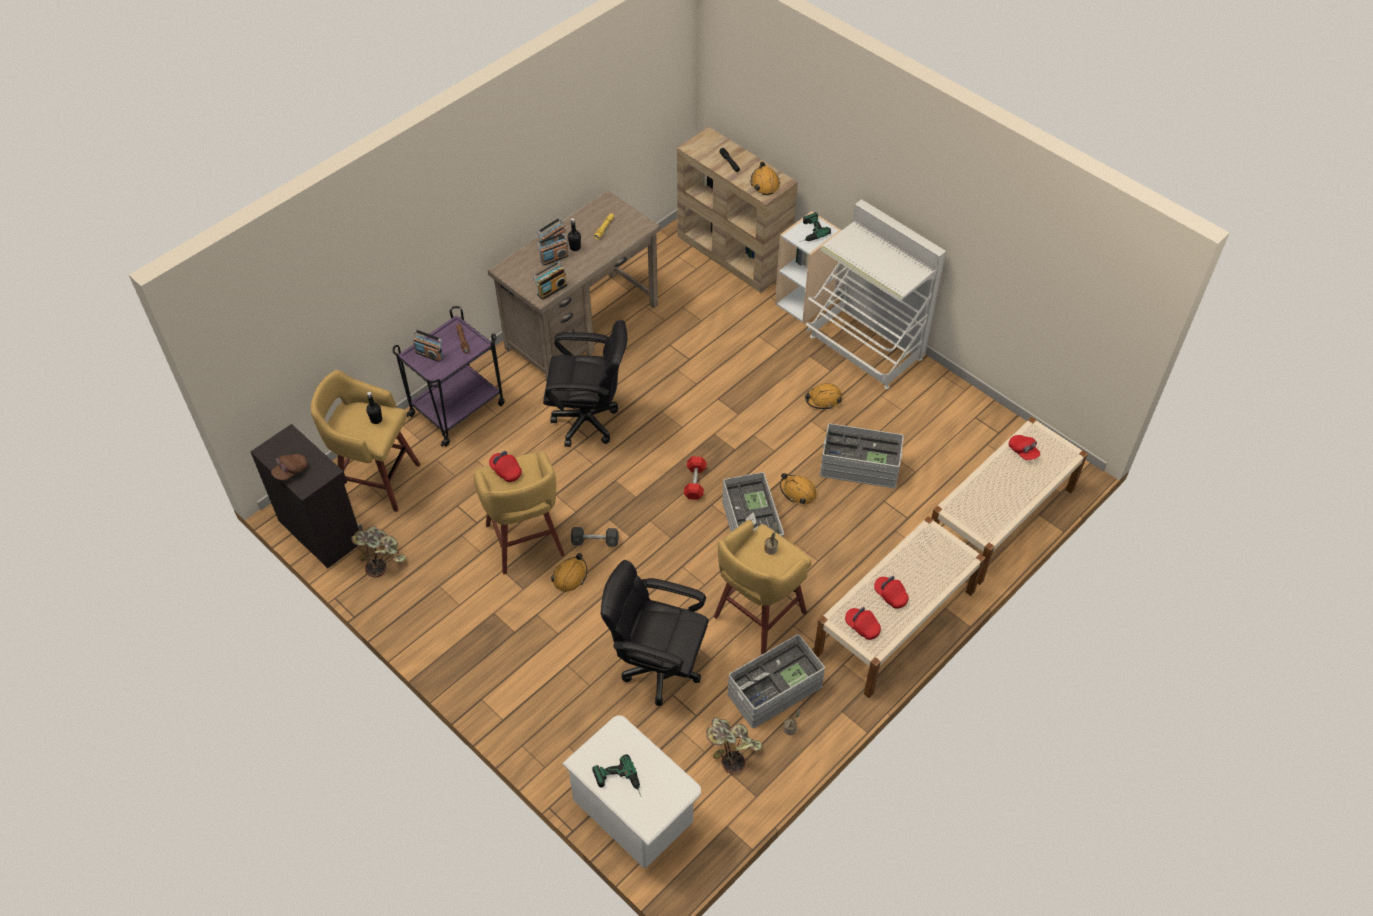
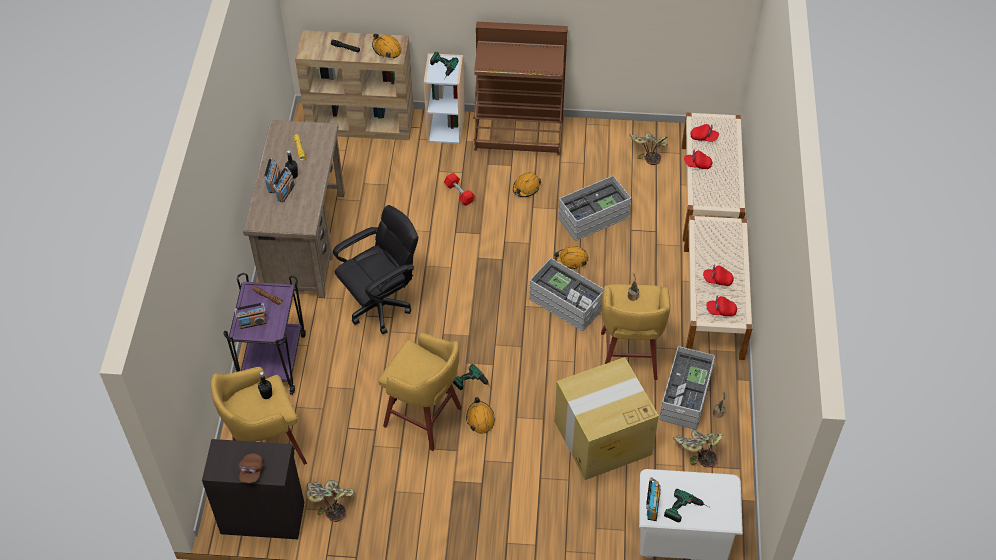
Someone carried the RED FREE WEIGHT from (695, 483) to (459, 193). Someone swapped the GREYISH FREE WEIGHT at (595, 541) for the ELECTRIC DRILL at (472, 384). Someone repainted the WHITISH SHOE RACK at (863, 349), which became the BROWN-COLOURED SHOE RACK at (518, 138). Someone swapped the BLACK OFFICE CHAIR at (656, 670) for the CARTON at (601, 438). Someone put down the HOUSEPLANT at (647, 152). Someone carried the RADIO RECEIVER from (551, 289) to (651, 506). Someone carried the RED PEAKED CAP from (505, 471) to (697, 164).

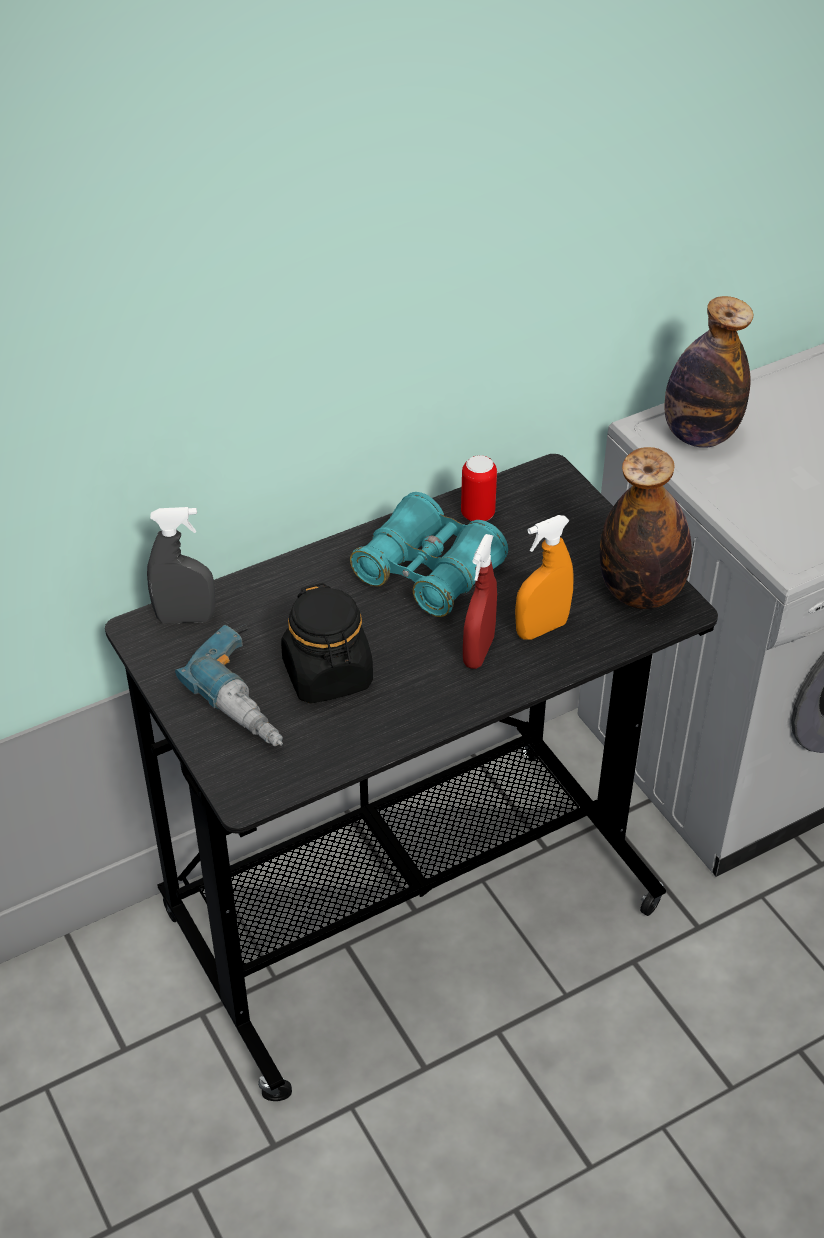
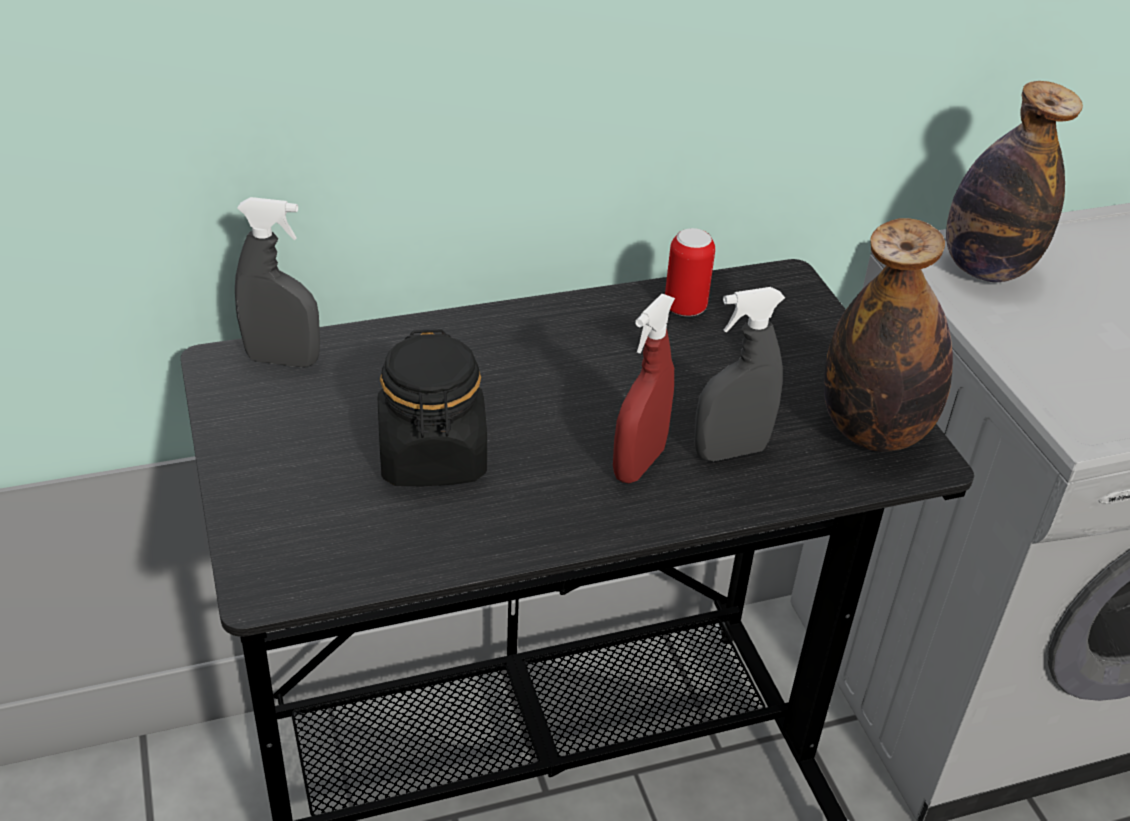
Someone repainted the ORANGEY SPRAYER at (541, 629), which became the GREYISH SPRAYER at (730, 451). Someone took away the ELECTRIC DRILL at (253, 696). Someone took away the TURQUOISE-COLOURED PAIR OF BINOCULARS at (428, 572).

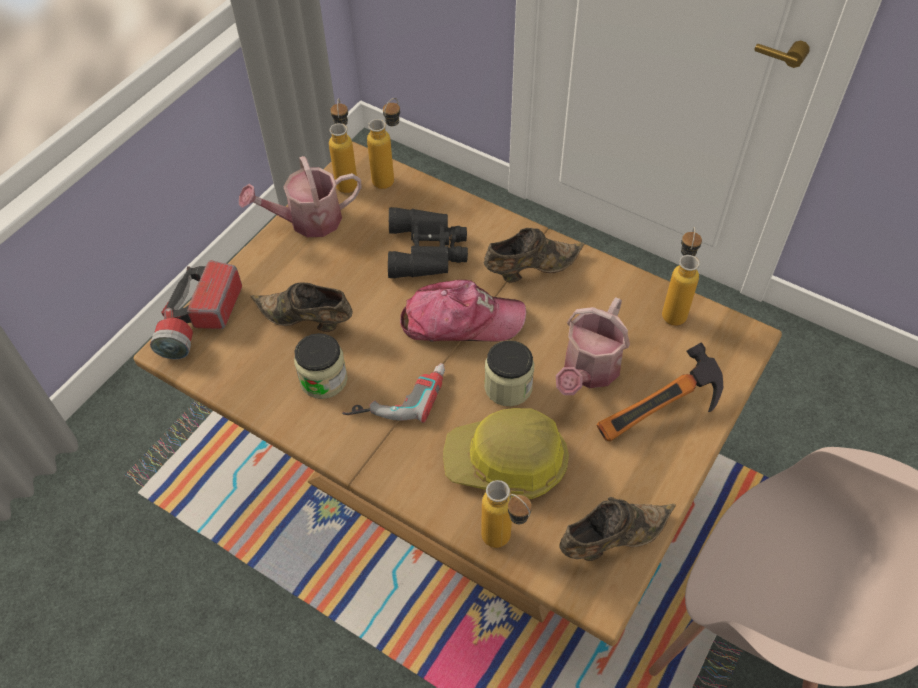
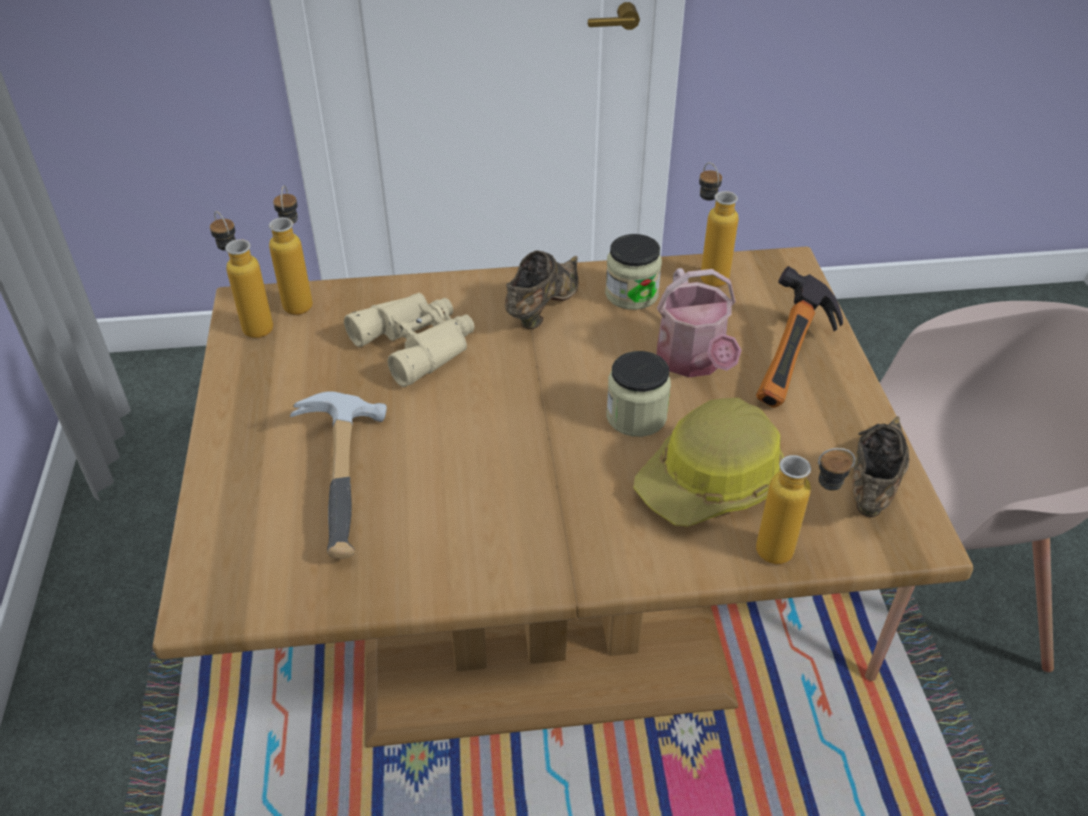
Someone swapped the BROWN-COLOURED SHOE at (307, 321) for the HAMMER at (352, 478). Someone repainted the BLACK PAIR OF BINOCULARS at (428, 250), which became the SAND-COLOURED PAIR OF BINOCULARS at (418, 342). Someone carried the STORAGE JAR from (323, 379) to (631, 294). Someone took away the TORCH at (200, 320). Someone took away the WATERING CAN at (307, 221). Someone took away the ELECTRIC DRILL at (397, 394). Someone took away the PEAKED CAP at (461, 321).

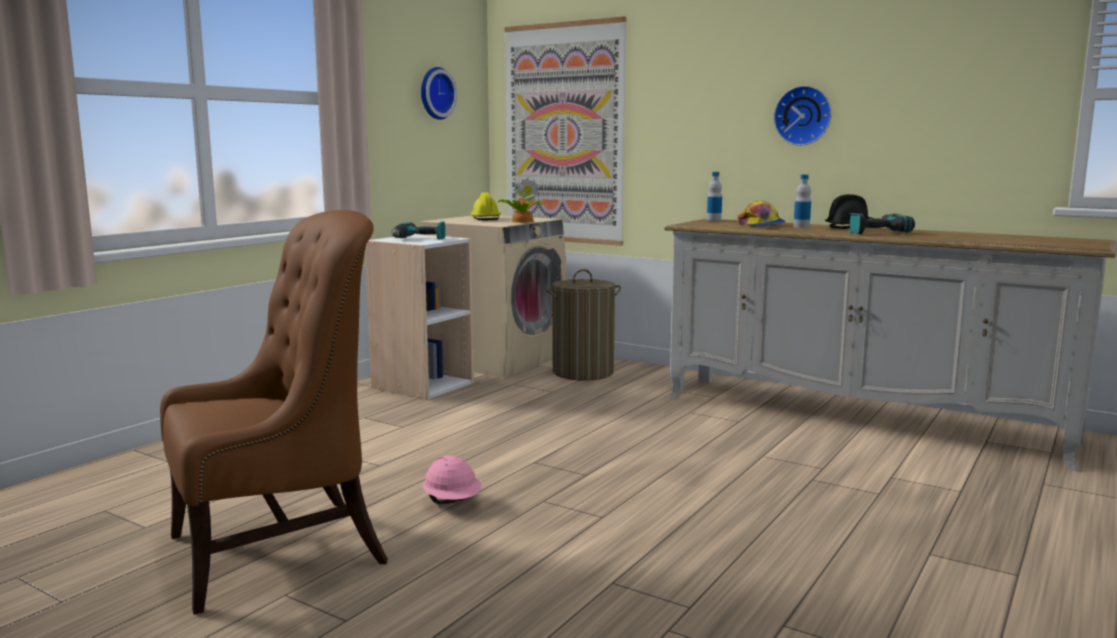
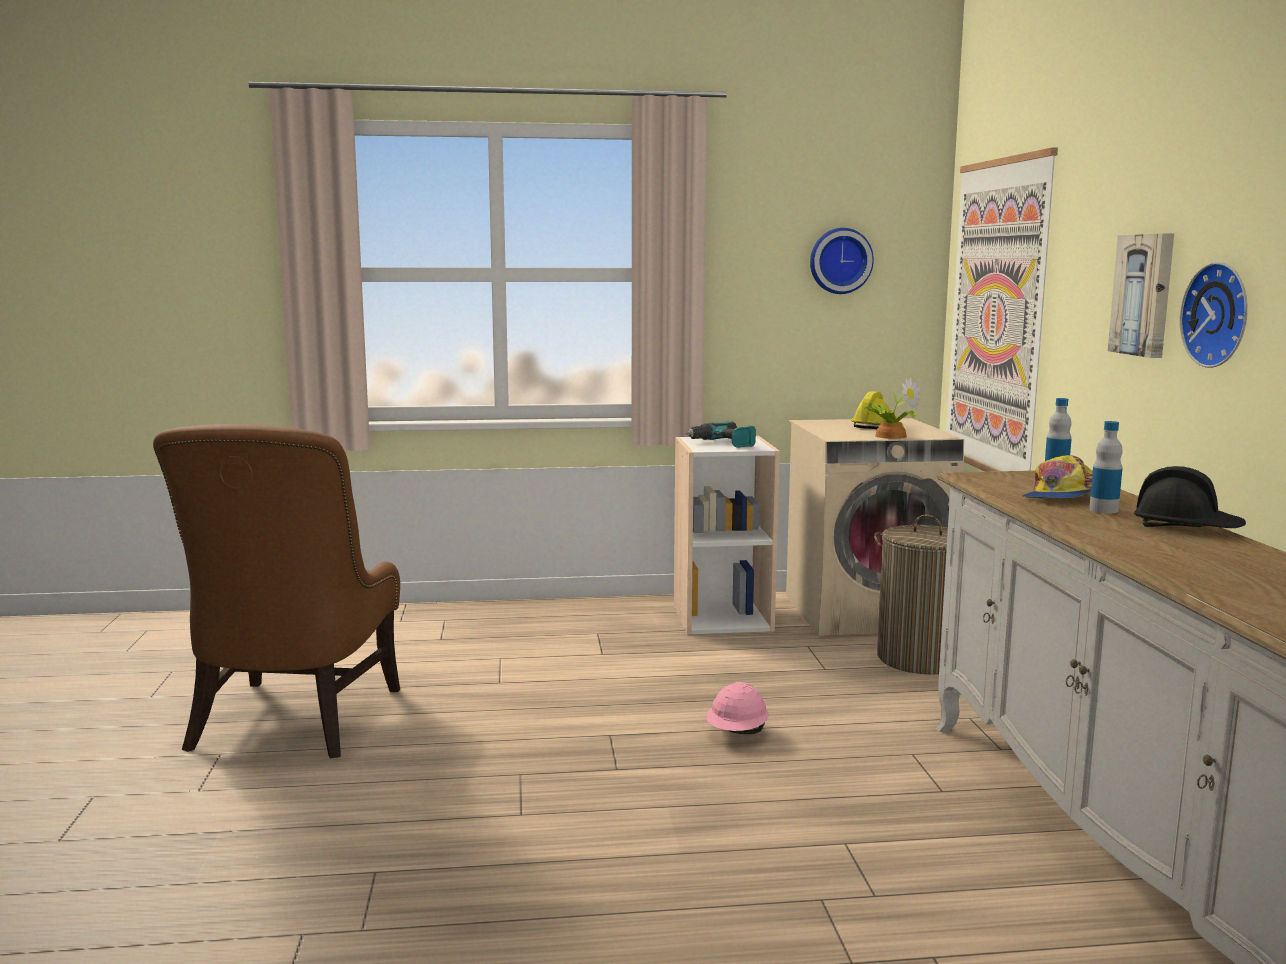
Someone rotated the BROWN-COLOURED CHAIR at (281, 549) by 75 degrees clockwise. Someone carried the PINK-COLOURED WORK HELMET from (453, 503) to (737, 733). Someone put up the WALL ART at (1144, 295). Someone took away the ELECTRIC DRILL at (876, 232).

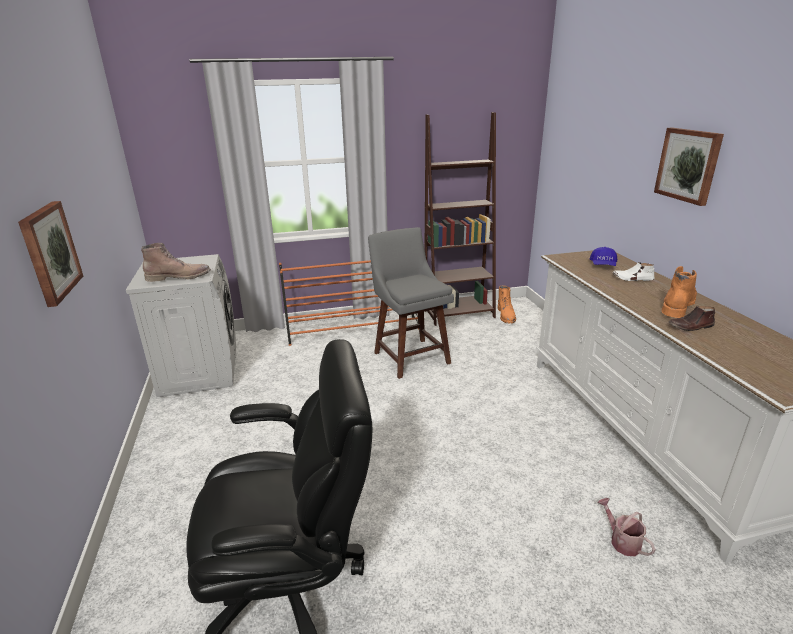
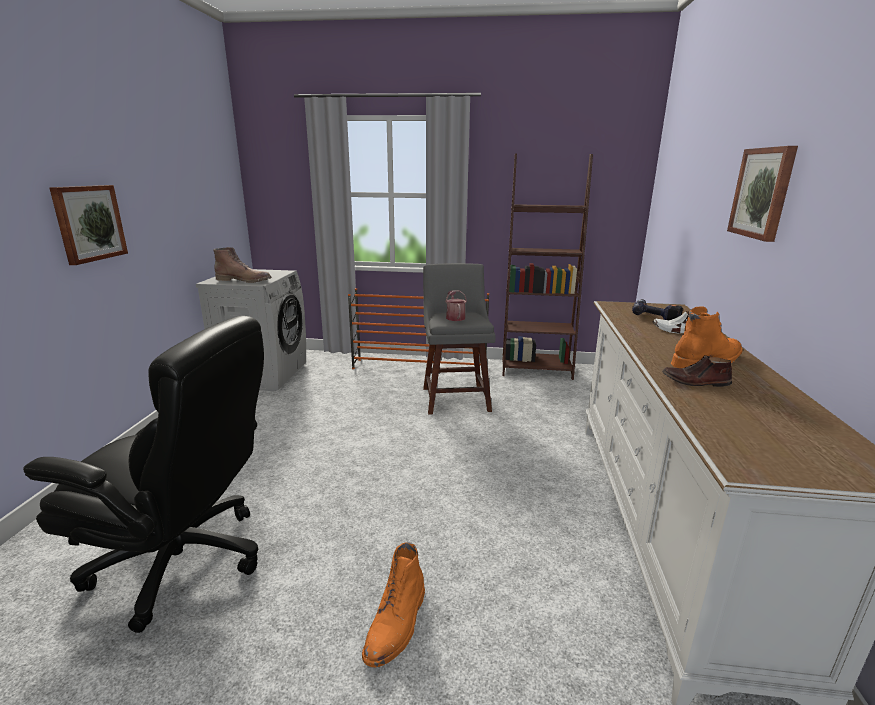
Someone carried the ORANGEY HIGH-TOP BOOT from (506, 316) to (397, 624). Someone carried the WATERING CAN from (621, 541) to (455, 317). Someone swapped the BLUE-COLOURED PEAKED CAP at (603, 265) for the ELECTRIC DRILL at (656, 316).

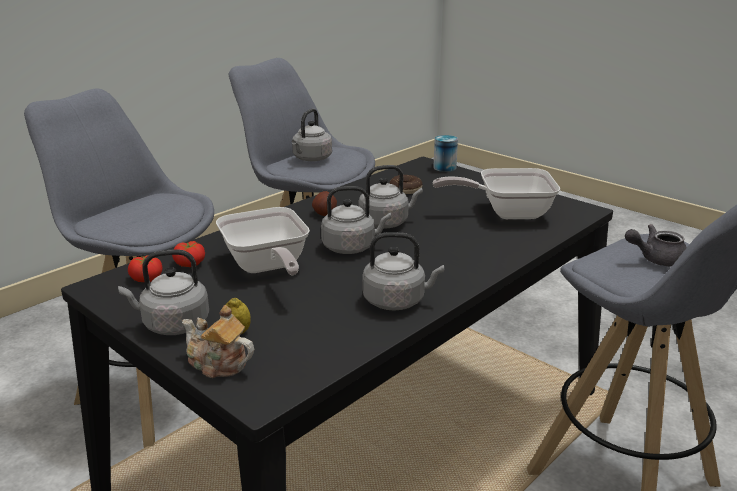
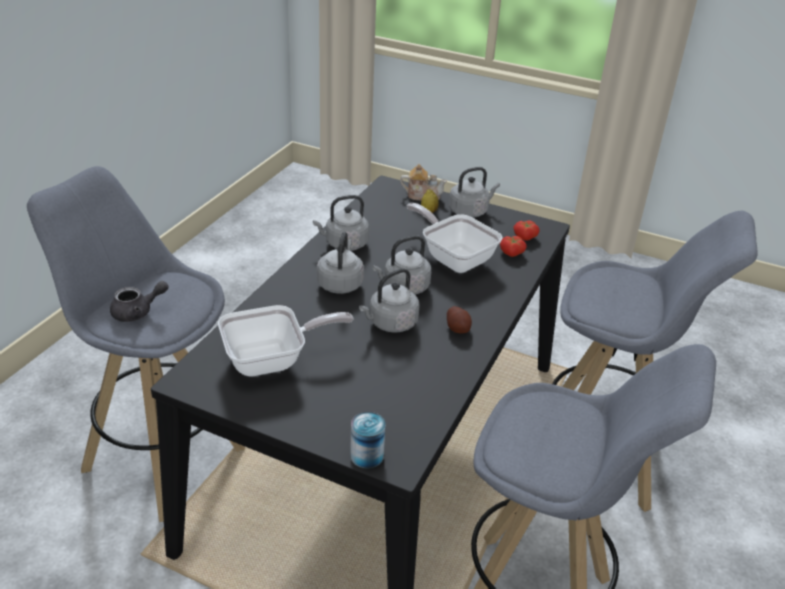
Someone carried the GREYISH TEA KETTLE from (311, 159) to (340, 283). Someone took away the DONUT at (405, 190).

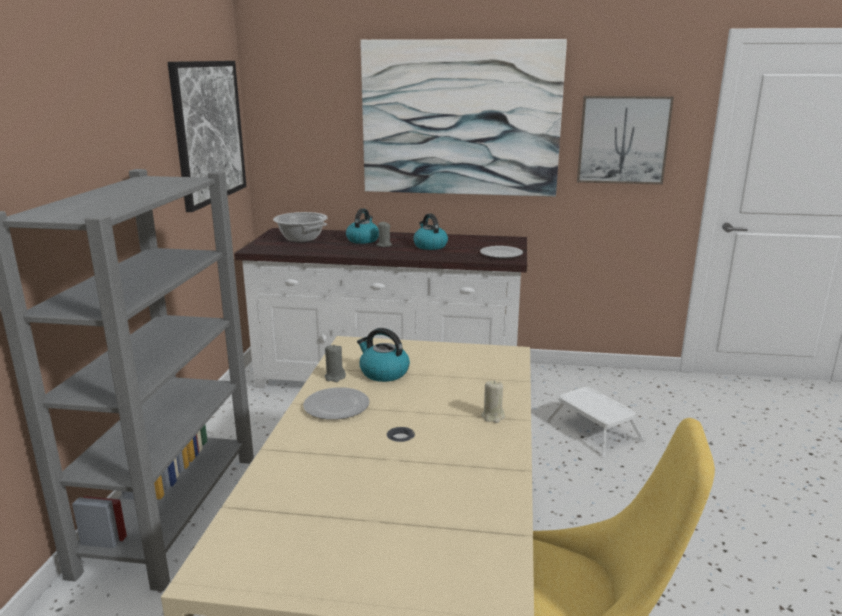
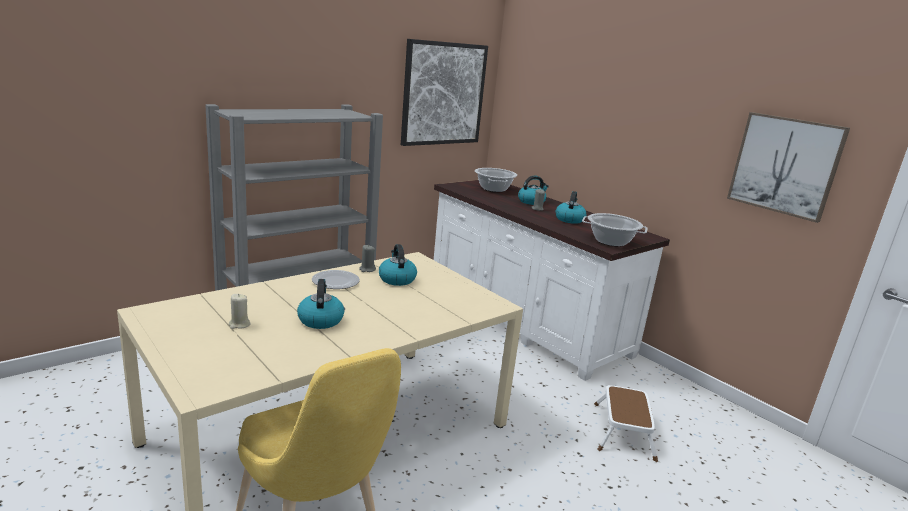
Someone carried the SAND-COLOURED CANDLE from (493, 416) to (239, 324). Someone put down the TEA KETTLE at (320, 320). Someone swapped the PLATE at (501, 254) for the STOCKPOT at (610, 241). Someone repainted the WHITISH STEP LADDER at (594, 430), which became the BROWN-COLOURED STEP LADDER at (624, 431). Someone took away the WALL ART at (460, 119).

